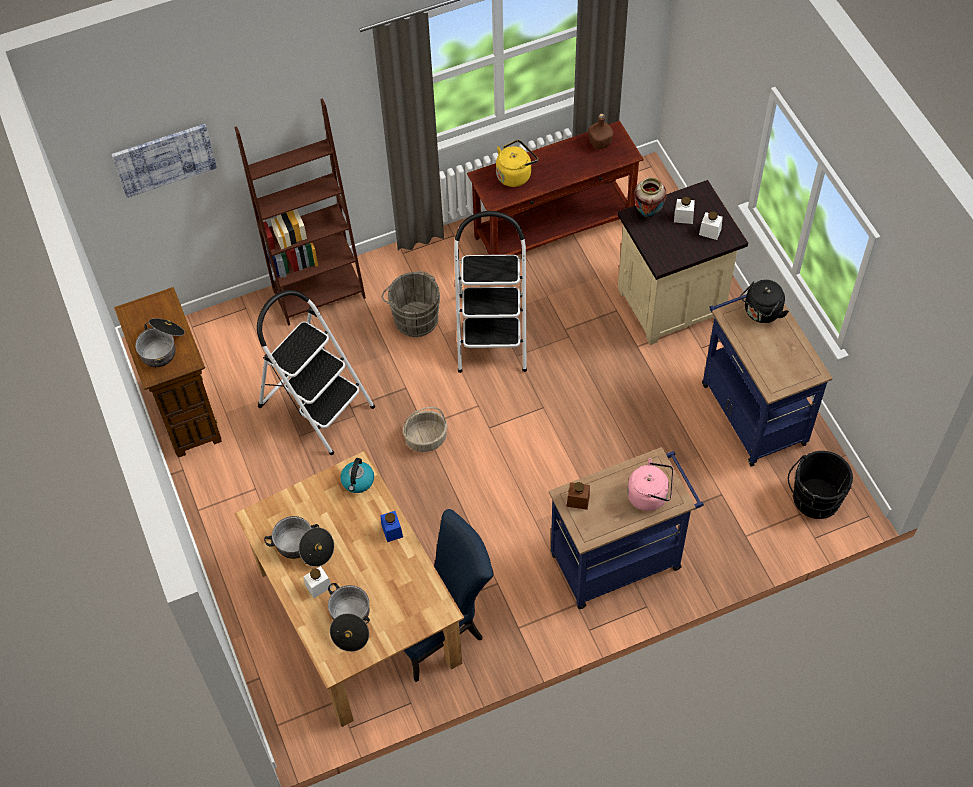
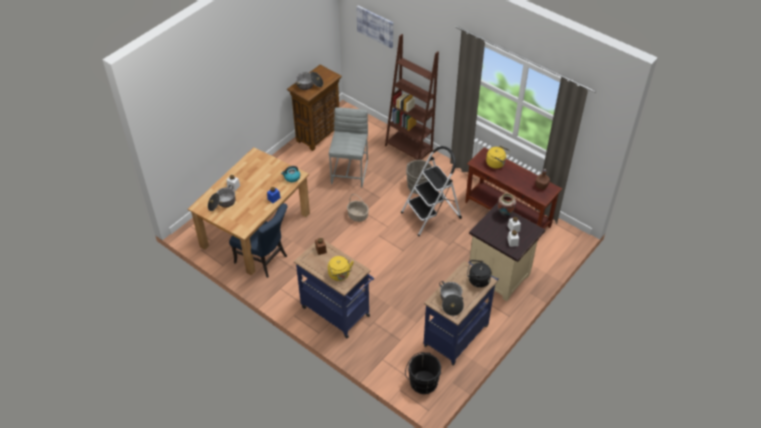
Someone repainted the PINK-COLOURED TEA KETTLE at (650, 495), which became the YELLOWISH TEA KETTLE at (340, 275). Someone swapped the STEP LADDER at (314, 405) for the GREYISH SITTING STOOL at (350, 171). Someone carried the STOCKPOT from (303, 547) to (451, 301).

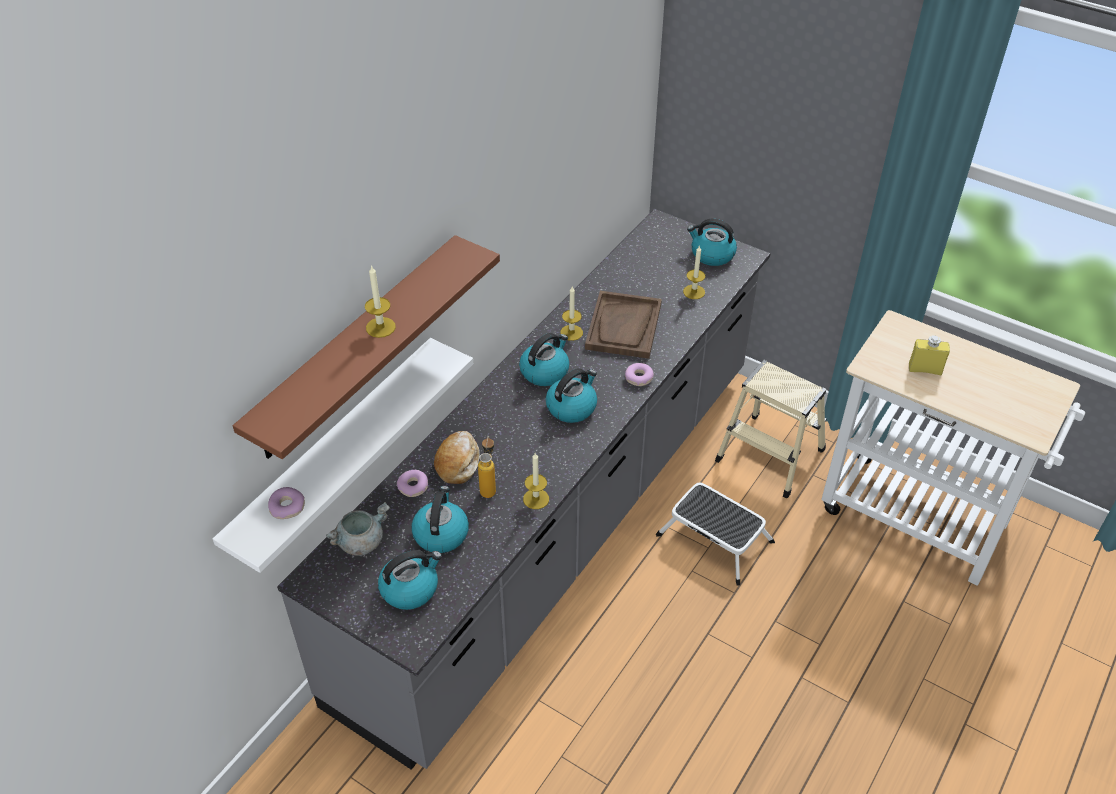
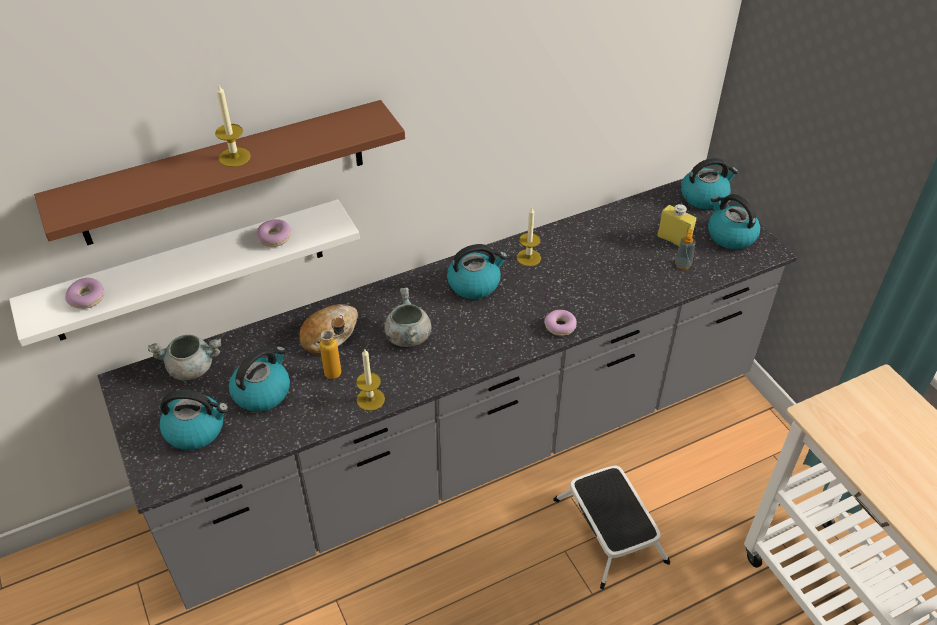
Someone carried the DONUT from (413, 487) to (274, 238). Someone put down the GREYISH STOCKPOT at (407, 336). Someone carried the YELLOWISH BOTTLE from (925, 369) to (673, 240). Someone swapped the CANDLE at (694, 292) for the SOAP BOTTLE at (682, 265). Someone carried the TEA KETTLE from (572, 407) to (704, 196). Someone took away the BROWN-COLOURED TRAY at (624, 327). Someone took away the SAND-COLOURED STEP LADDER at (771, 454).

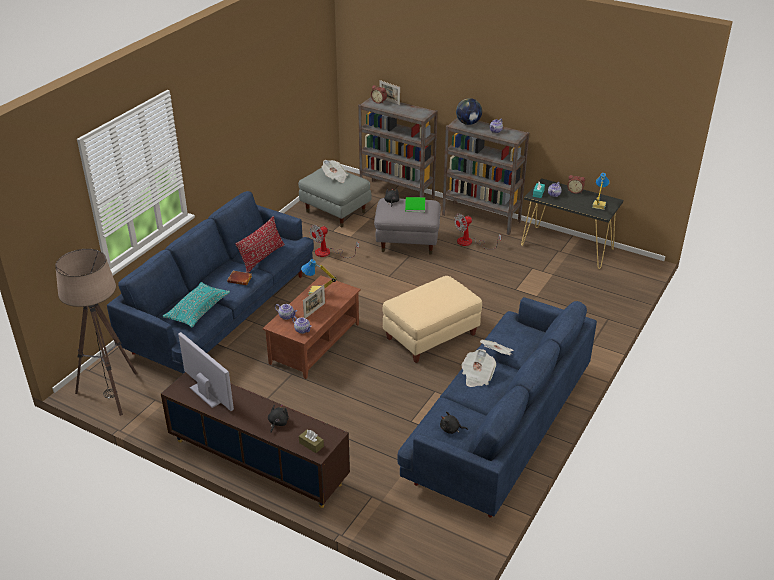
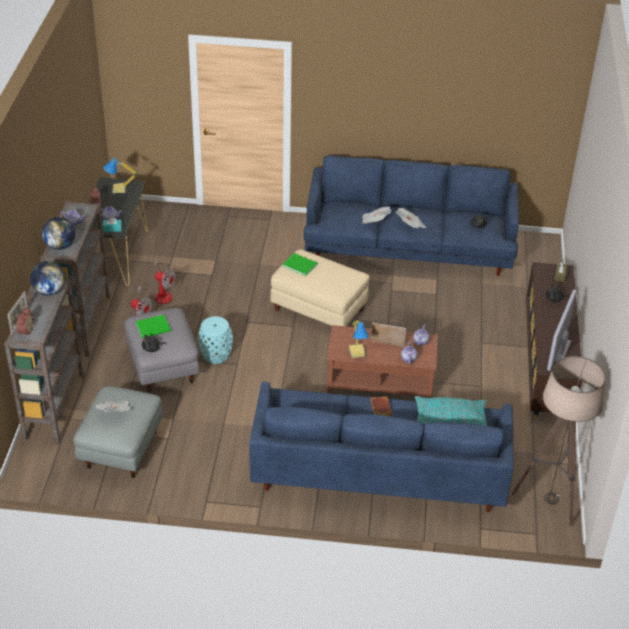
Someone put down the DESK GLOBE at (49, 291). Someone carried the COOLING FAN from (328, 253) to (162, 294). Someone put down the TURQUOISE-COLOURED SITTING STOOL at (216, 355). Someone put down the GREENISH VOLUME at (299, 264). Someone took away the RED CUSHION at (262, 257).

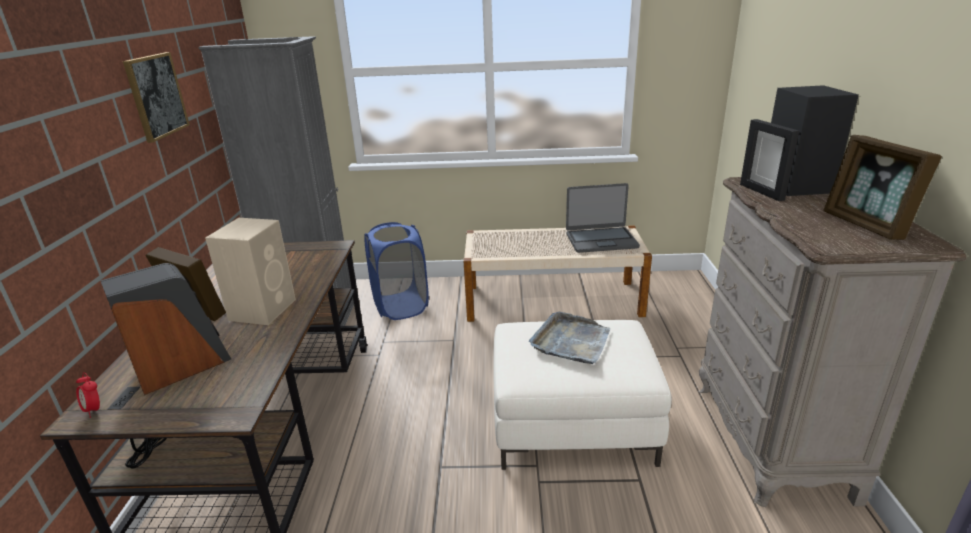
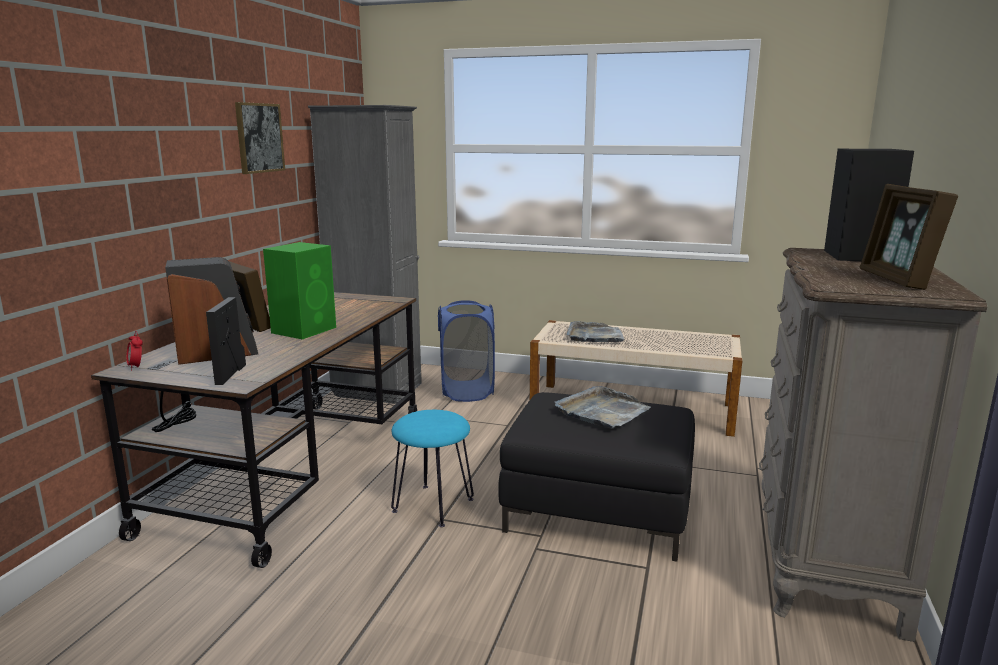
Someone carried the PICTURE FRAME from (762, 192) to (231, 374). Someone repainted the SAND-COLOURED LOUDSPEAKER at (263, 309), which became the GREENISH LOUDSPEAKER at (305, 330). Someone put down the TURQUOISE-COLOURED SITTING STOOL at (433, 505). Someone repainted the WHITISH OTTOMAN at (571, 422), which became the BLACK OTTOMAN at (597, 509). Someone put down the GREYISH TRAY at (595, 335). Someone took away the NOTEBOOK COMPUTER at (601, 240).

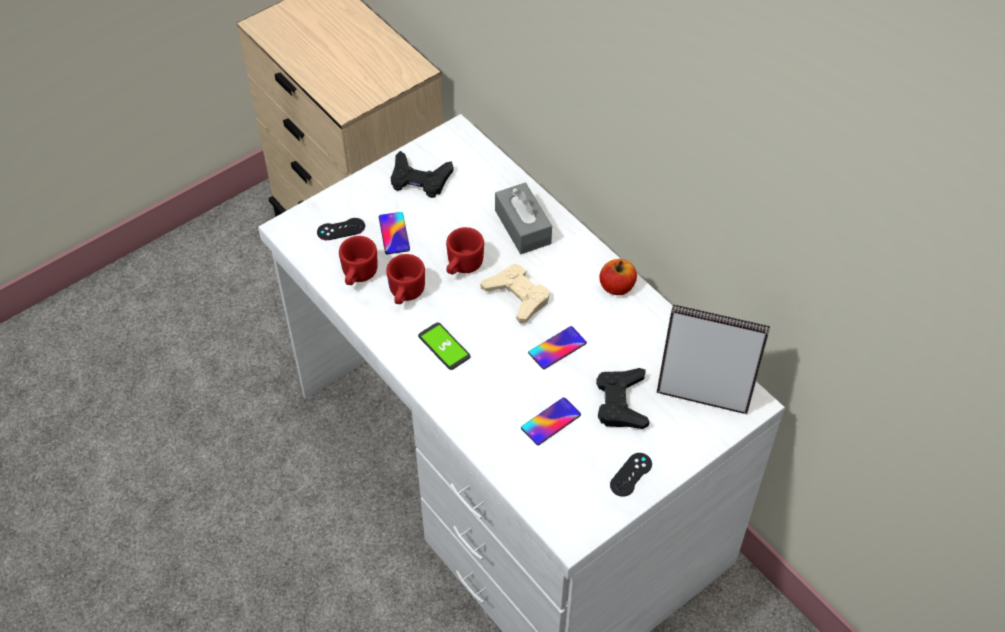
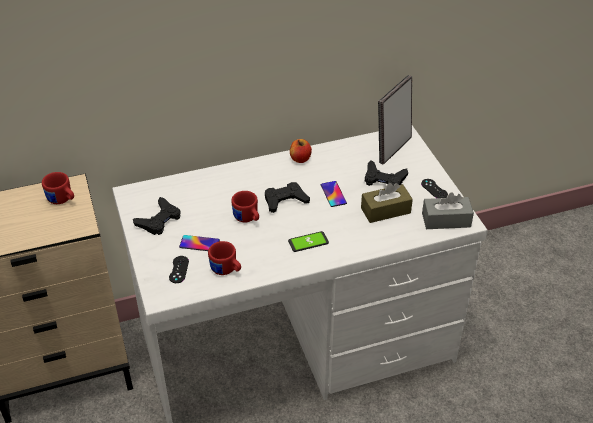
Someone carried the RED COFFEE MUG from (405, 294) to (62, 200). Someone repainted the SAND-COLOURED JOYPAD at (517, 296), which became the BLACK JOYPAD at (285, 200). Someone swapped the TELEPHONE at (551, 421) for the BROWN-COLOURED TISSUE BOX at (385, 210). Someone carried the GREYISH TISSUE BOX from (522, 227) to (446, 220).

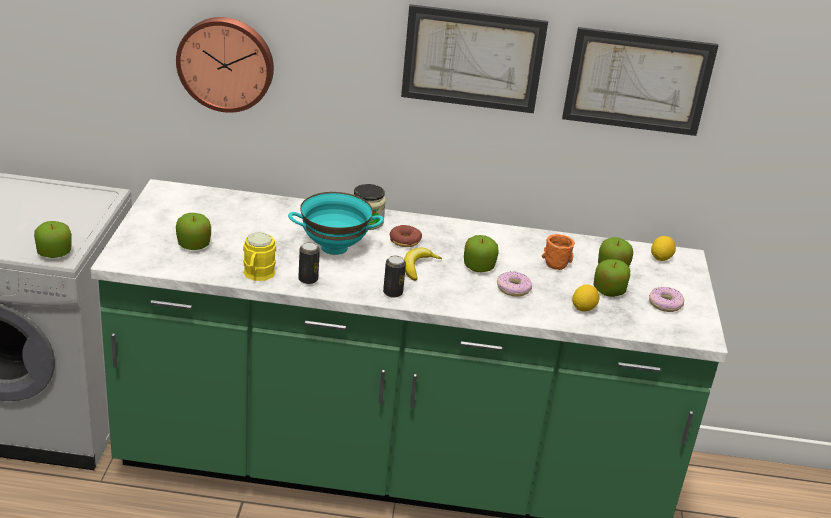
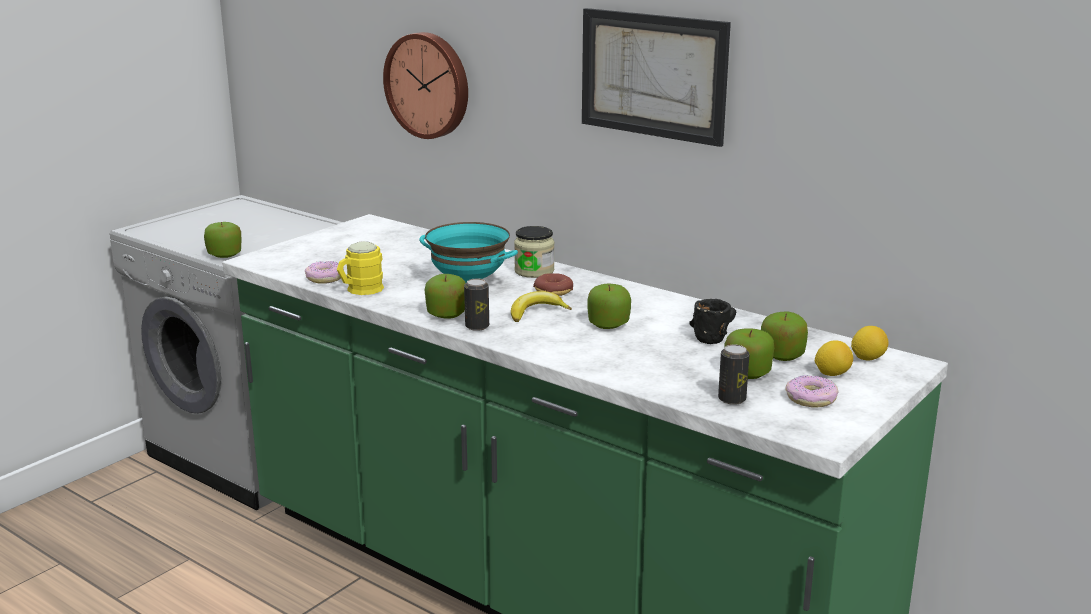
Someone carried the DONUT from (513, 289) to (325, 278). Someone carried the WHOLE APPLE from (193, 245) to (446, 314). Someone repainted the ORANGEY COFFEE MUG at (555, 260), which became the BLACK COFFEE MUG at (714, 335). Someone carried the CAN from (308, 279) to (732, 399). Someone carried the LEMON from (583, 308) to (832, 374). Someone took away the WALL ART at (638, 81).

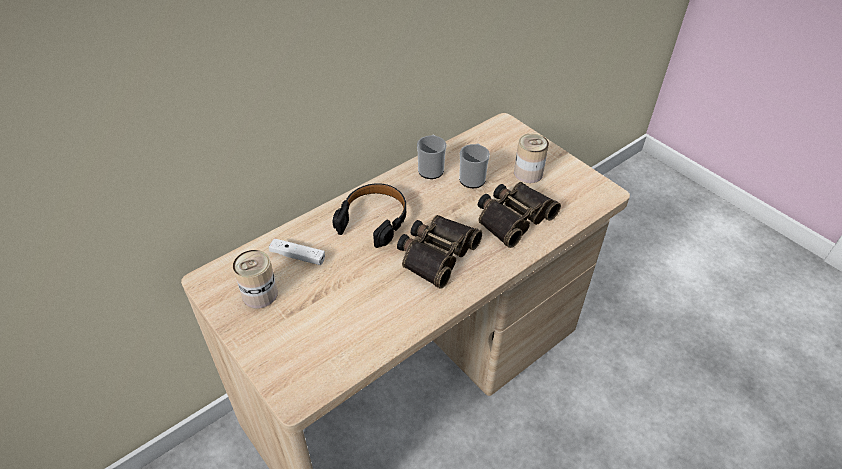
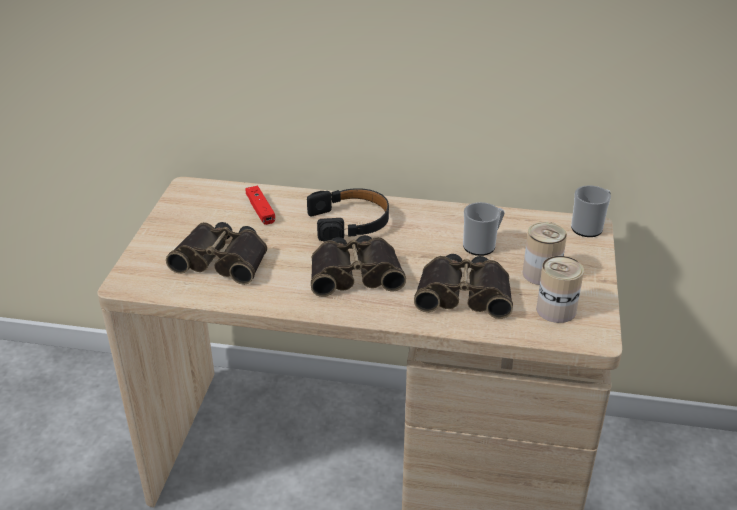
Someone put down the PAIR OF BINOCULARS at (223, 259). Someone repainted the WHITISH JOYPAD at (298, 256), which became the RED JOYPAD at (260, 210). Someone carried the CAN from (260, 294) to (556, 310). Someone carried the COFFEE MUG from (431, 168) to (589, 227).

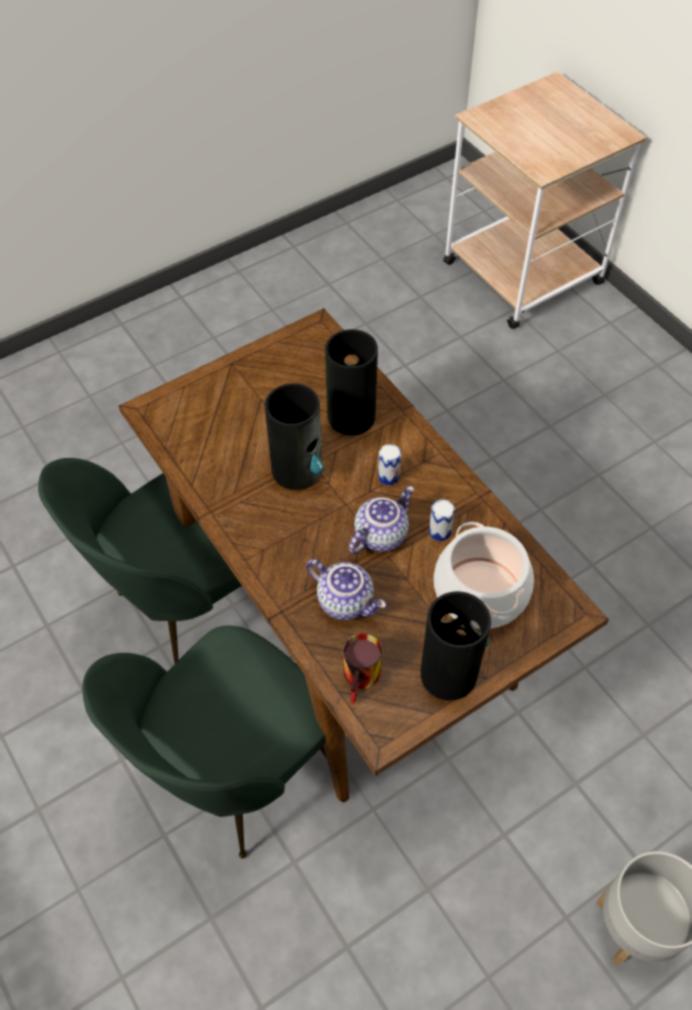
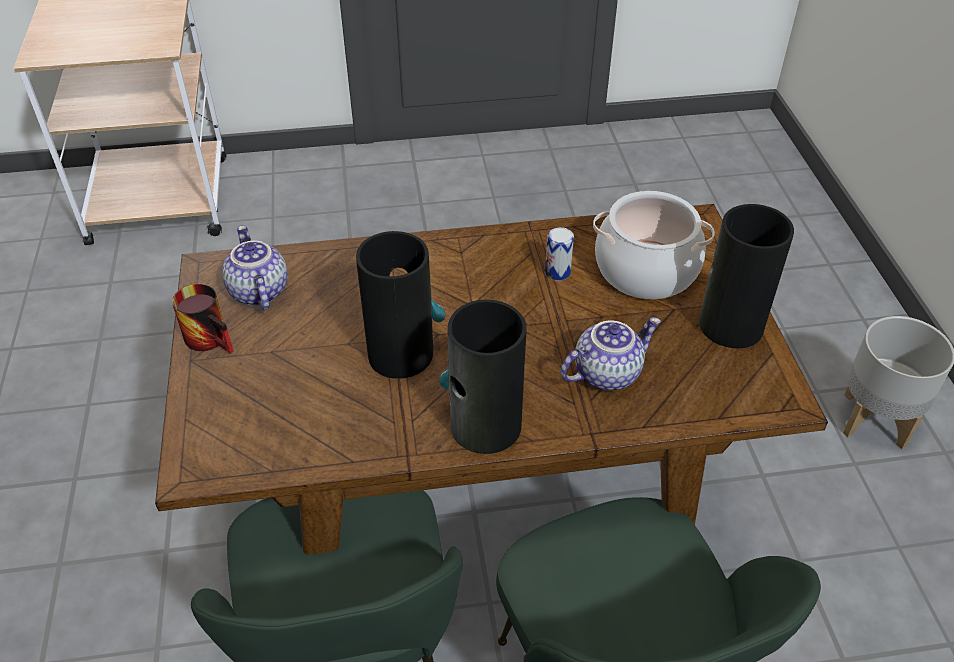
Someone carried the COFFEE MUG from (364, 678) to (213, 337). Someone carried the POT FOR TEA from (380, 534) to (257, 291). Someone carried the FLOWER VASE from (350, 415) to (484, 426). Someone took away the CAN at (388, 477).

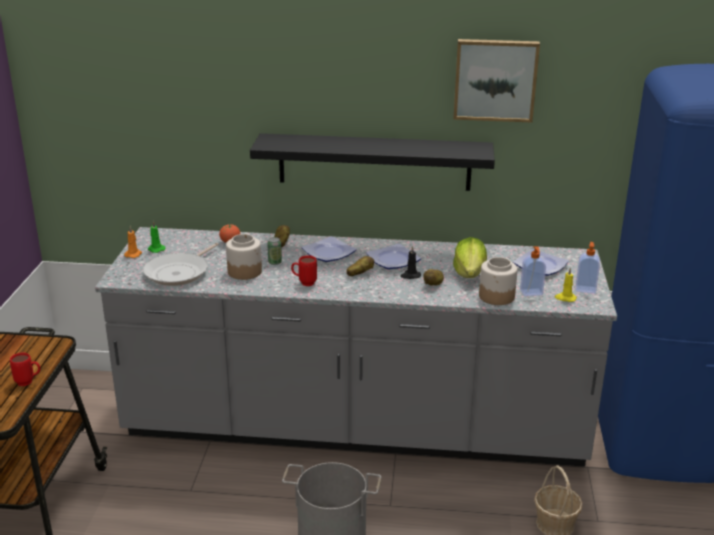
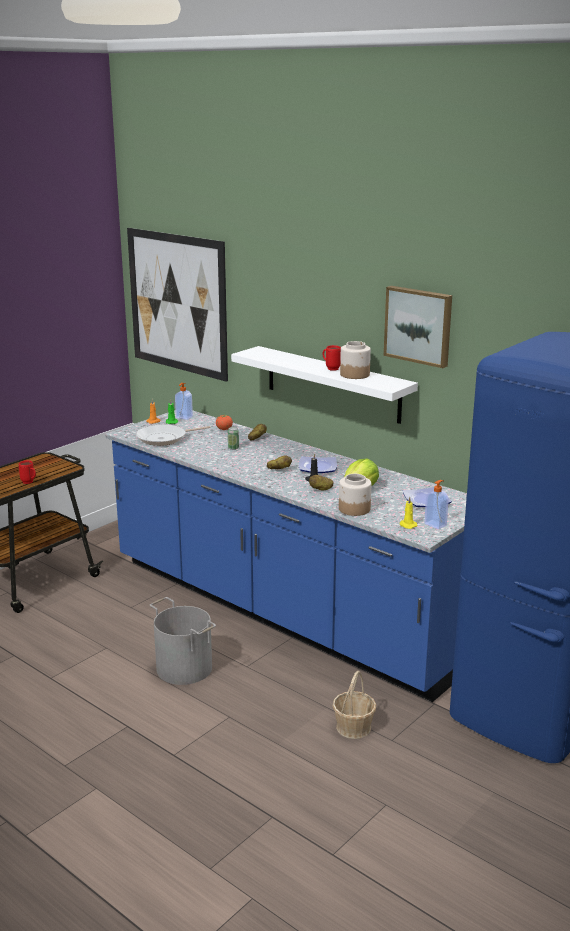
Someone repainted the GREYISH KITCHEN BASE UNIT at (355, 427), which became the BLUE-COLOURED KITCHEN BASE UNIT at (284, 610). Someone put up the WALL ART at (177, 303). Someone carried the SOAP BOTTLE from (531, 293) to (184, 417). Someone repainted the BLACK BRACKET SHELF at (374, 162), which became the WHITISH BRACKET SHELF at (332, 384). Someone carried the RED COFFEE MUG from (304, 283) to (330, 368). Someone carried the STORAGE JAR from (244, 271) to (355, 374). Someone took away the PLATE at (330, 253).

